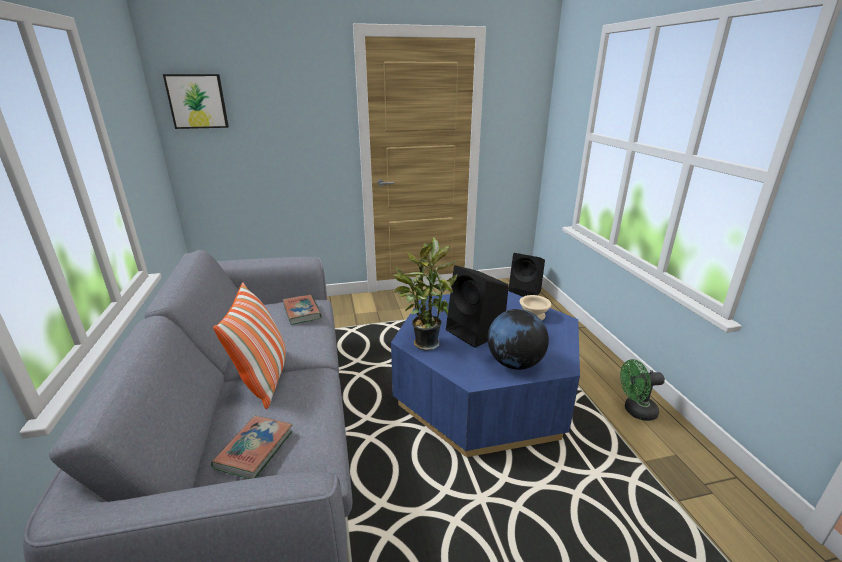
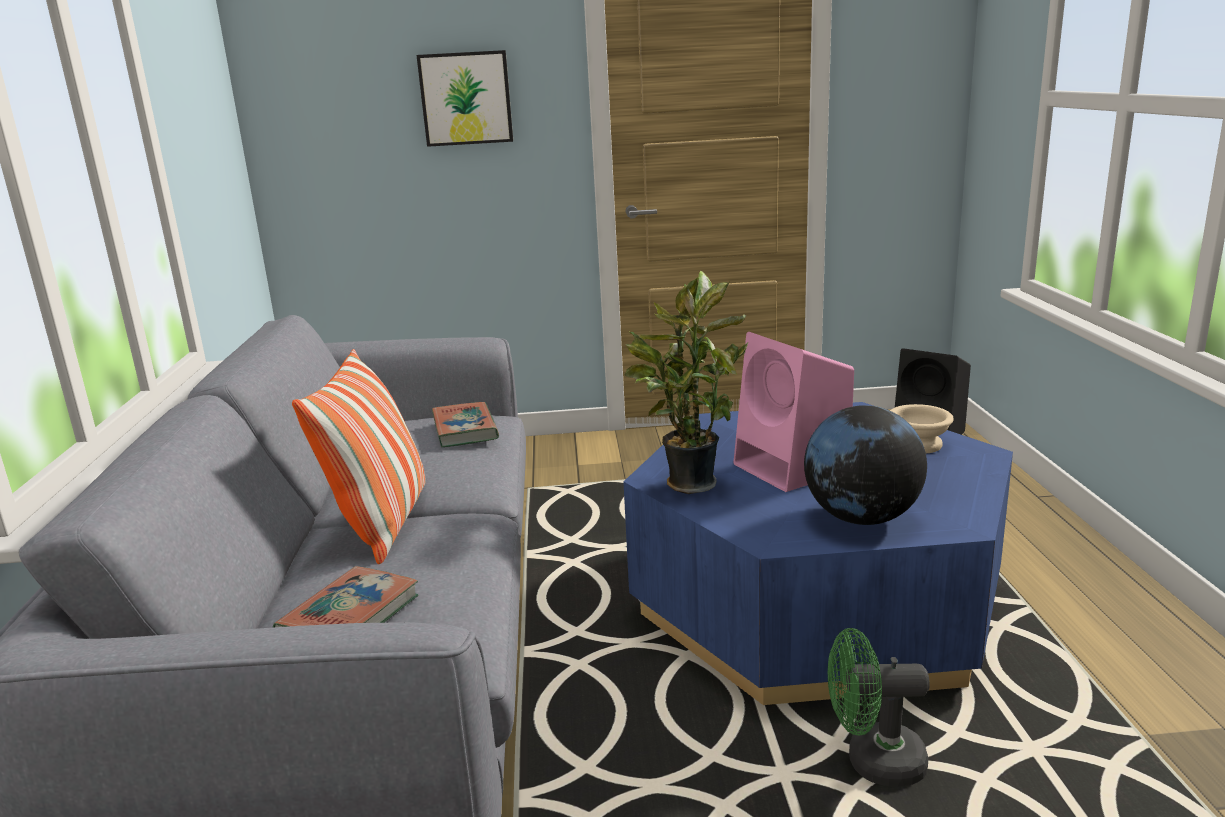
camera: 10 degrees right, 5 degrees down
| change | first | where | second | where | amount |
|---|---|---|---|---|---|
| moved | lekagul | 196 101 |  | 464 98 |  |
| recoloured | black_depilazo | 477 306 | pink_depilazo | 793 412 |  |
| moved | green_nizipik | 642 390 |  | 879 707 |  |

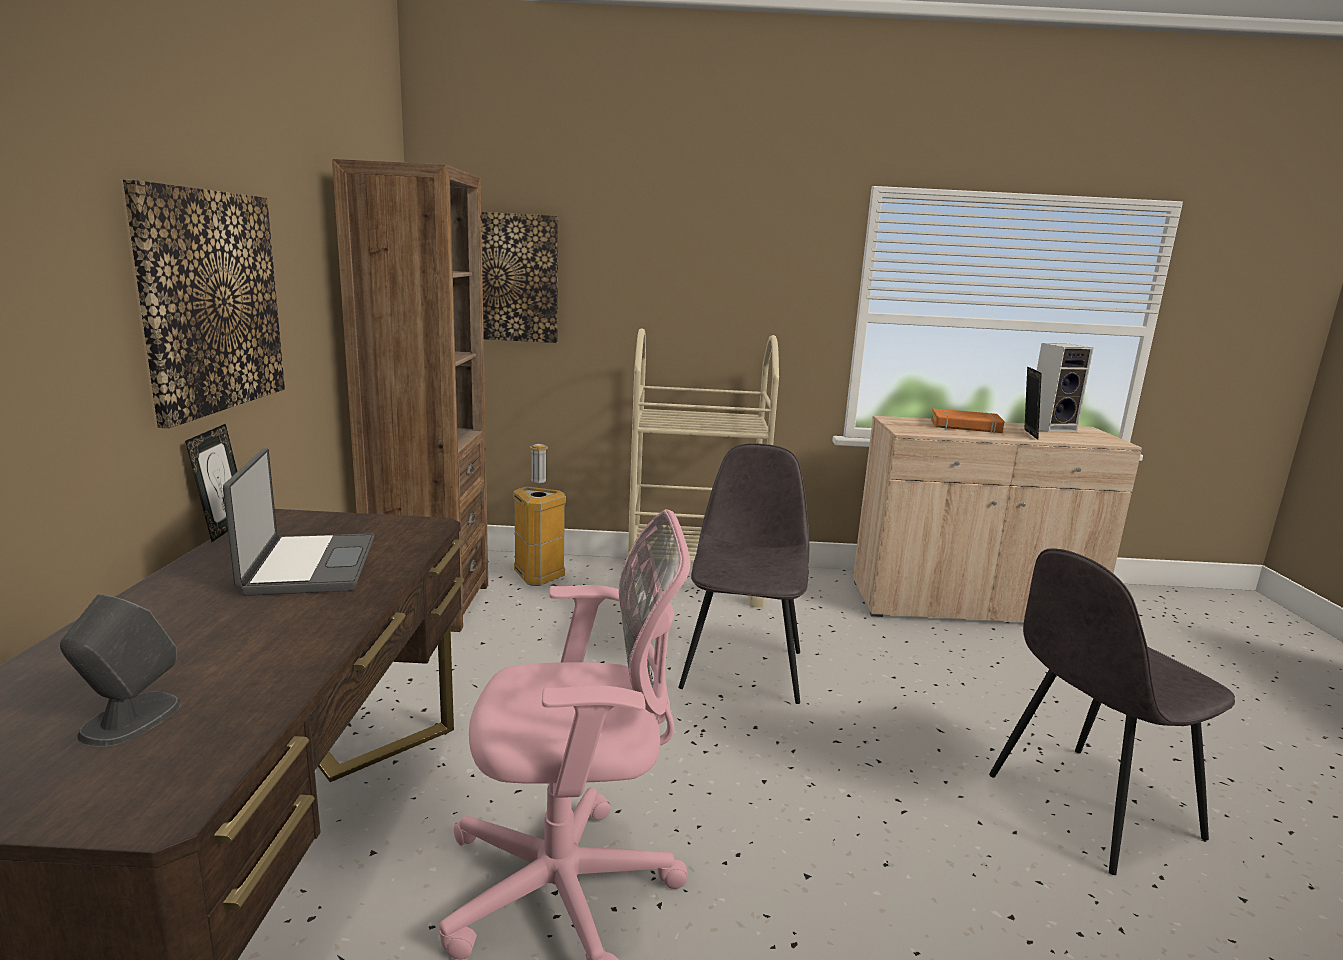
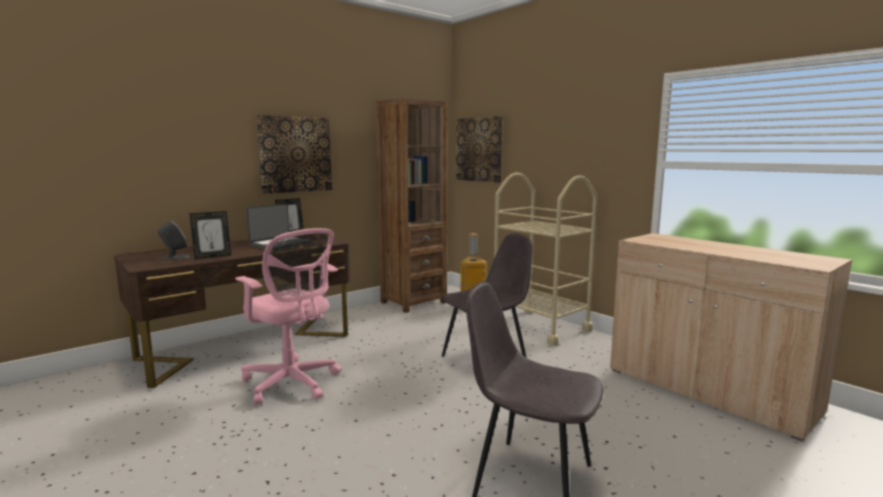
camera: 50 degrees right, 5 degrees down
| change | first | where | second | where | amount |
|---|---|---|---|---|---|
| moved | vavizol | 1033 403 |  | 210 235 |  |
| removed | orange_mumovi | 968 420 |  |  |  |
| removed | depilazo | 1065 387 |  |  |  |

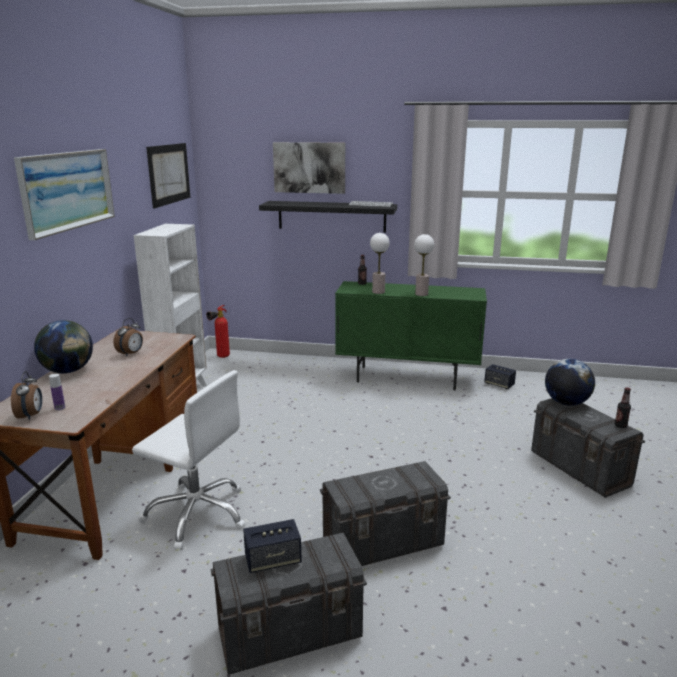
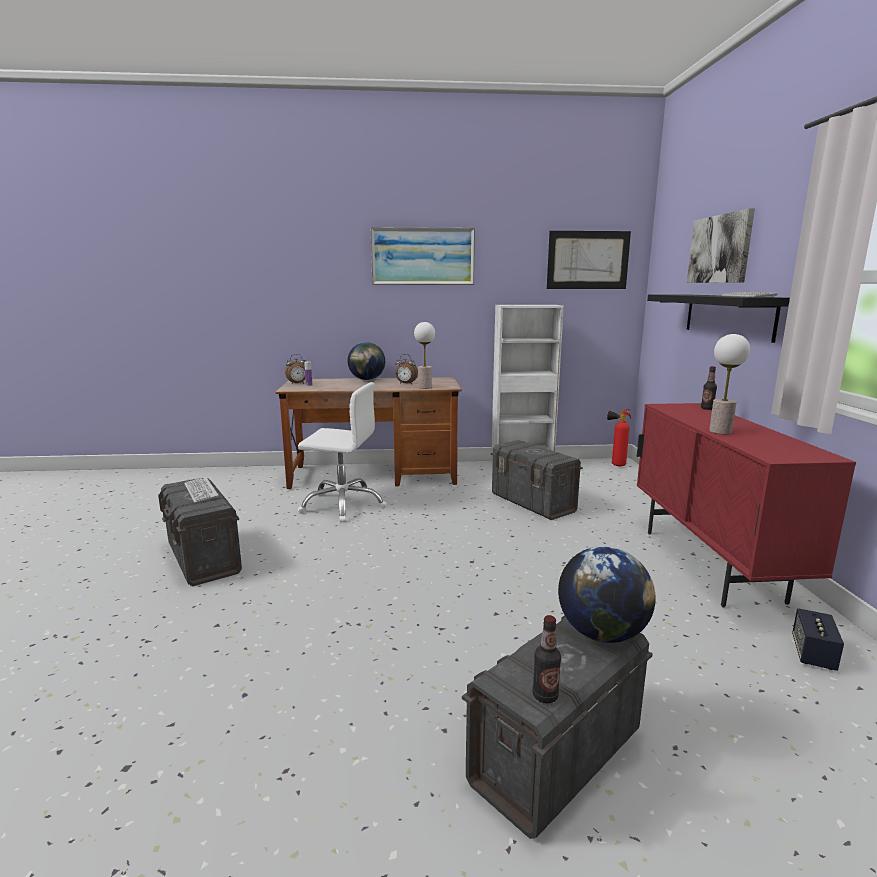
camera: 75 degrees right, 5 degrees down
| change | first | where | second | where | amount |
|---|---|---|---|---|---|
| replaced | depilazo | 272 546 | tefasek | 201 490 |  |
| turned | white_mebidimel | 188 460 |  | 342 452 | 90 degrees counterclockwise |
| moved | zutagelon | 380 263 |  | 424 355 |  |
| moved | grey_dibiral | 385 513 |  | 537 480 |  |
| recoloured | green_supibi | 411 335 | red_supibi | 746 505 |  |

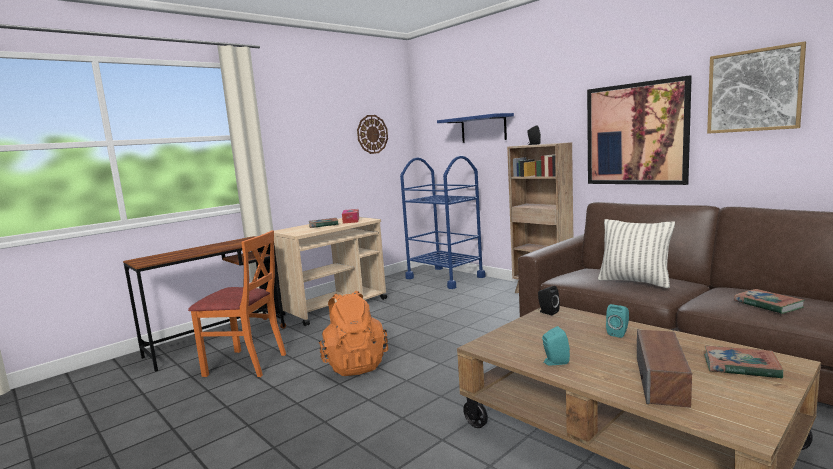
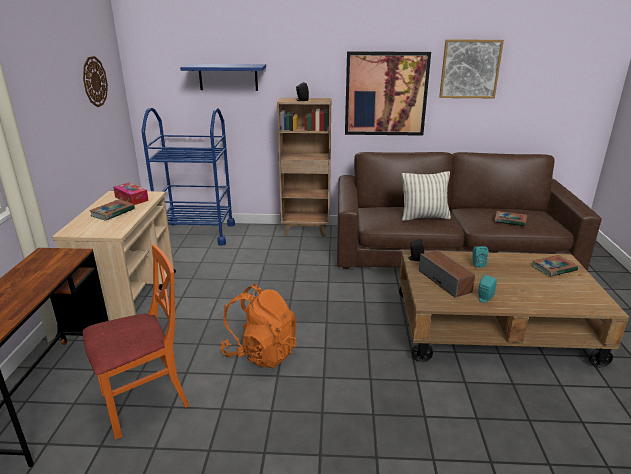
camera: 45 degrees left, 15 degrees up
| change | first | where | second | where | amount |
|---|---|---|---|---|---|
| moved | depilazo | 664 368 |  | 447 274 |  |

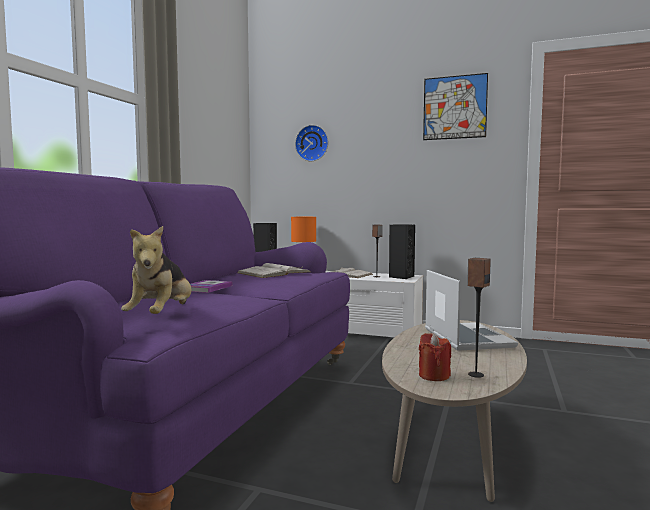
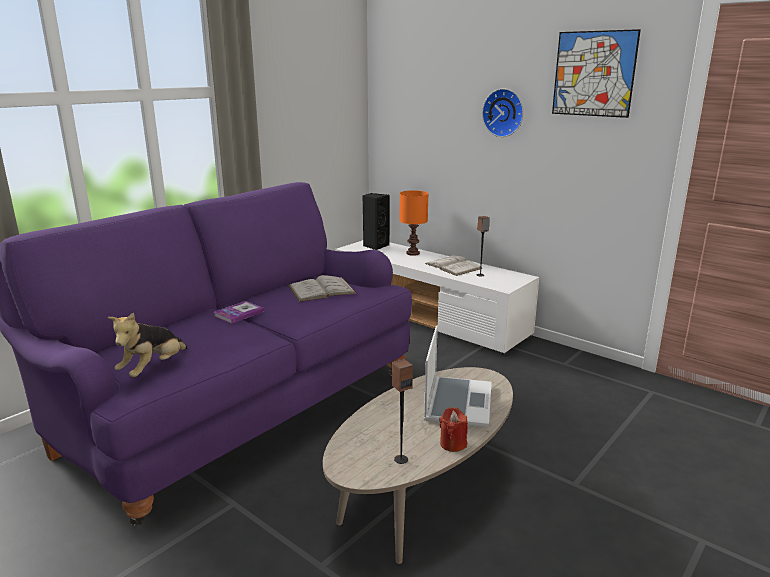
camera: 20 degrees right, 15 degrees up
| change | first | where | second | where | amount |
|---|---|---|---|---|---|
| moved | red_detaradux | 435 357 |  | 453 429 |  |
| moved | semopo | 311 143 |  | 503 113 |  |
| removed | black_depilazo | 402 251 |  |  |  |

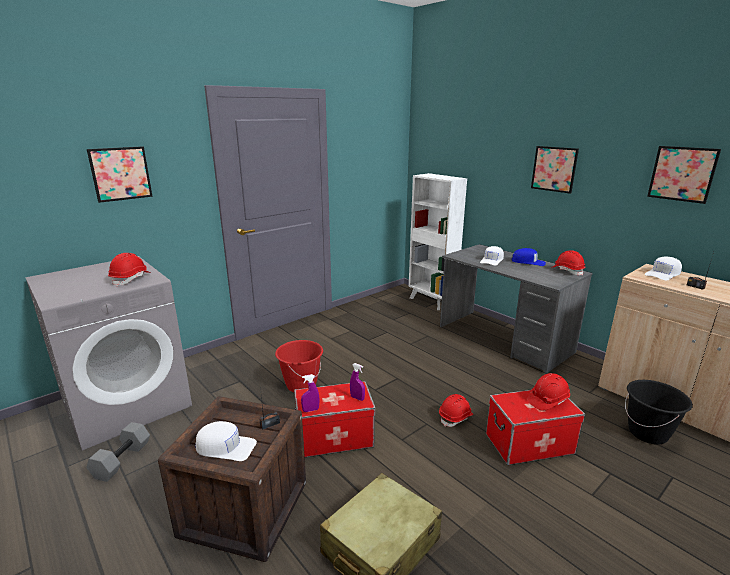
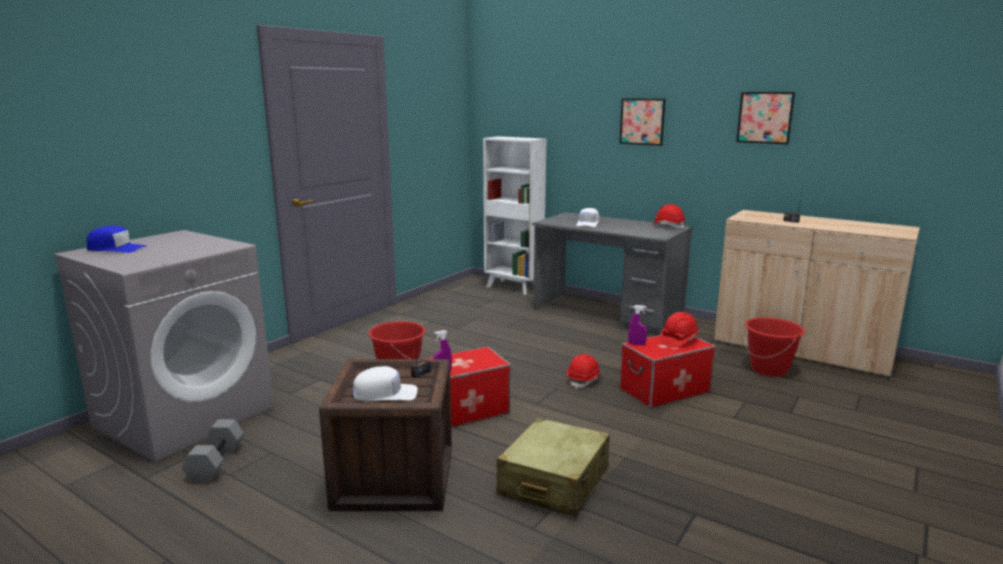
camera: 15 degrees left, 5 degrees down
| change | first | where | second | where | amount |
|---|---|---|---|---|---|
| moved | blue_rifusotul | 528 257 |  | 117 239 |  |
| moved | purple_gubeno | 357 382 |  | 637 325 |  |
| recoloured | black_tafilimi | 659 412 | red_tafilimi | 775 347 |  |
| removed | lekagul | 120 174 |  |  |  |
| removed | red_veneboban | 129 270 |  |  |  |
| removed | white_rifusotul | 663 268 |  |  |  |

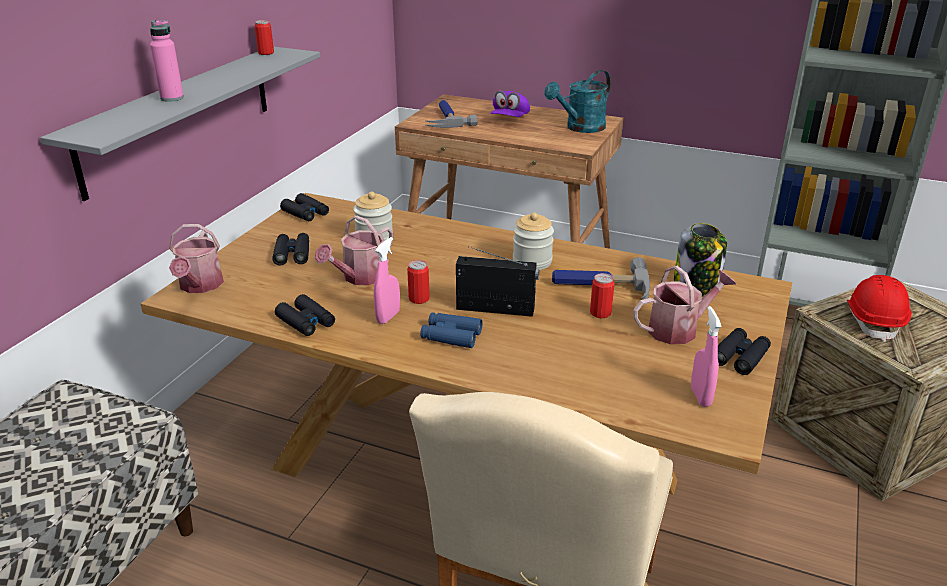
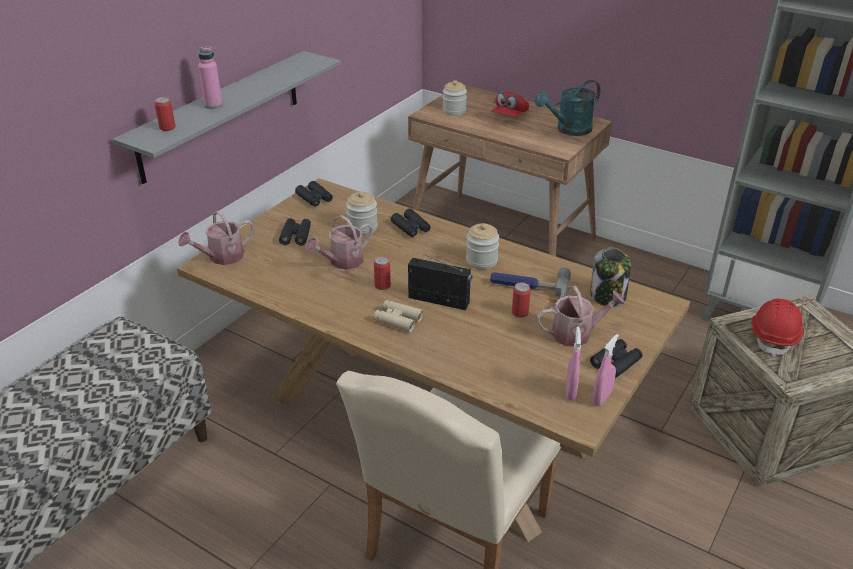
camera: 10 degrees right, 5 degrees up
| change | first | where | second | where | amount |
|---|---|---|---|---|---|
| moved | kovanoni | 264 37 |  | 165 114 |  |
| turned | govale | 196 258 |  | 216 238 | 45 degrees clockwise |
| recoloured | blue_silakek | 451 330 | beige_silakek | 398 316 |  |
| moved | black_silakek | 305 315 |  | 411 223 |  |
| replaced | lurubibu | 451 114 | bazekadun | 455 98 |  |
| recoloured | purple_rifusotul | 510 104 | red_rifusotul | 510 104 |  |
| moved | pink_gubeno | 387 280 |  | 605 370 |  |

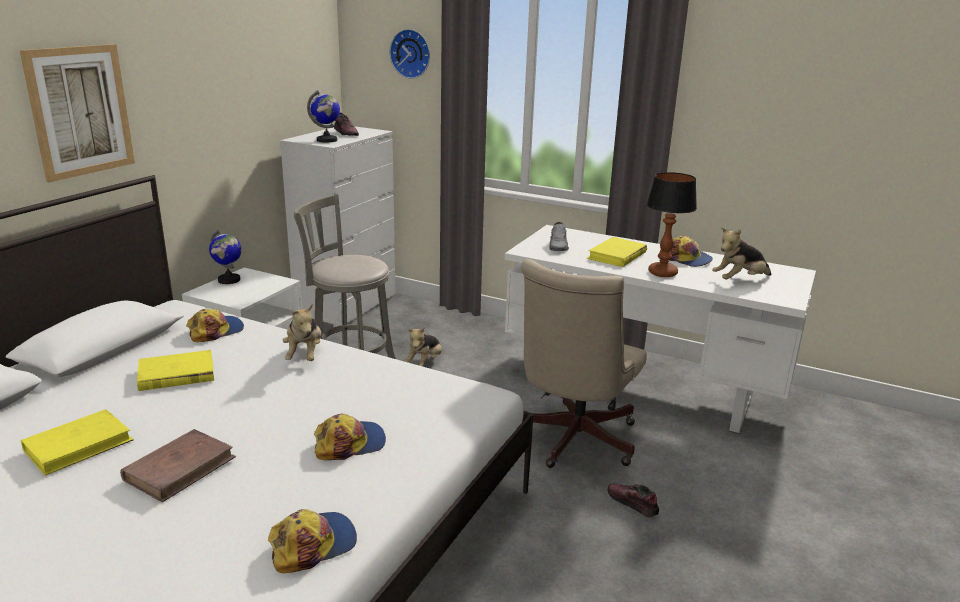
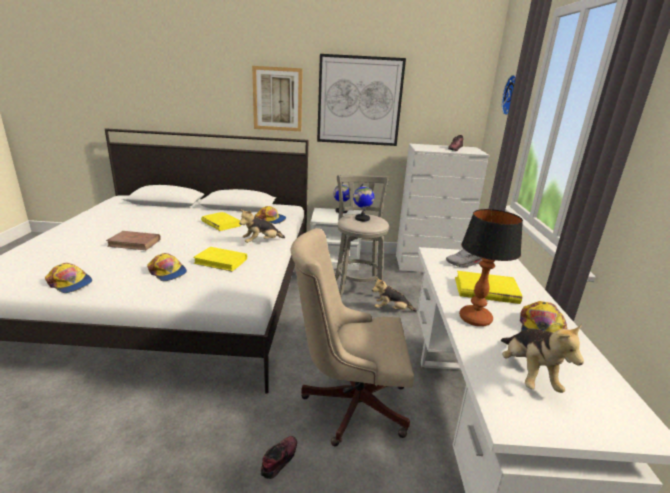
camera: 65 degrees right, 0 degrees up
| change | first | where | second | where | amount |
|---|---|---|---|---|---|
| moved | yellow_mumovi | 77 442 |  | 220 259 |  |
| added |  |  | lekagul | 361 100 |  |
| moved | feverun | 323 116 |  | 363 202 |  |
| turned | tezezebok | 741 253 |  | 542 358 | 135 degrees counterclockwise |

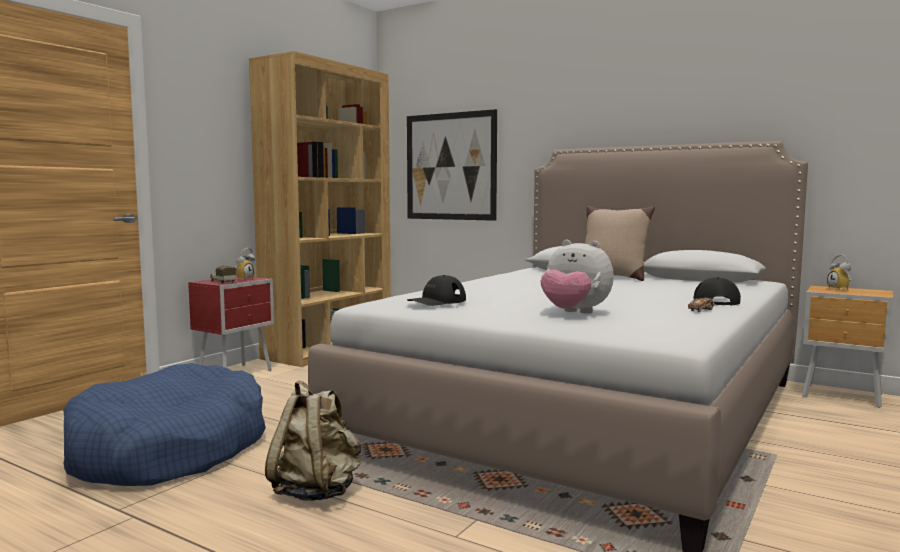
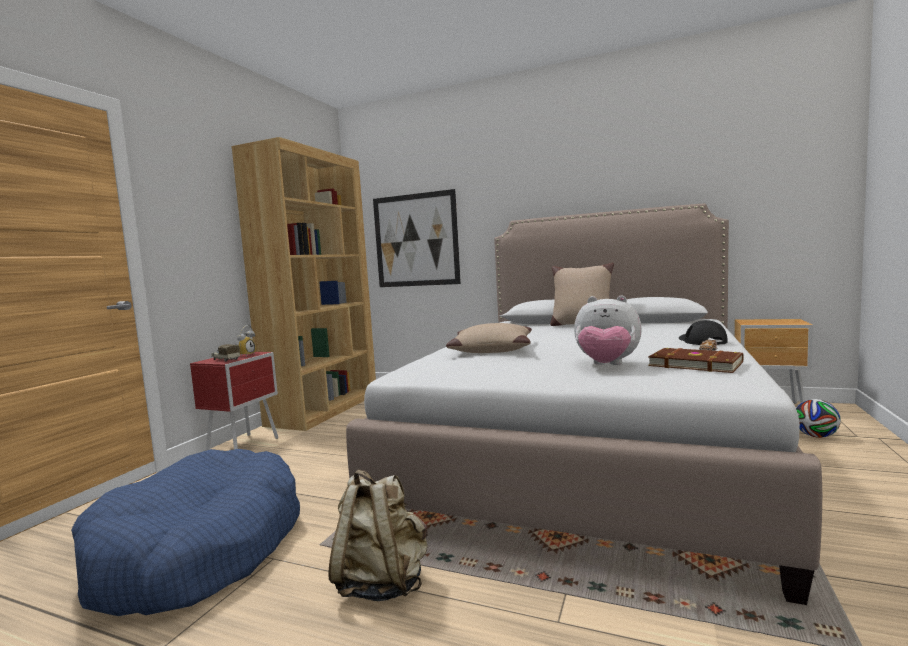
camera: 10 degrees left, 0 degrees up
| change | first | where | second | where | amount |
|---|---|---|---|---|---|
| added |  |  | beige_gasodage | 489 338 |  |
| added |  |  | brown_mumovi | 695 360 |  |
| added |  |  | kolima | 818 418 |  |
| removed | black_rifusotul | 436 290 |  |  |  |
| removed | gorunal | 839 272 |  |  |  |

